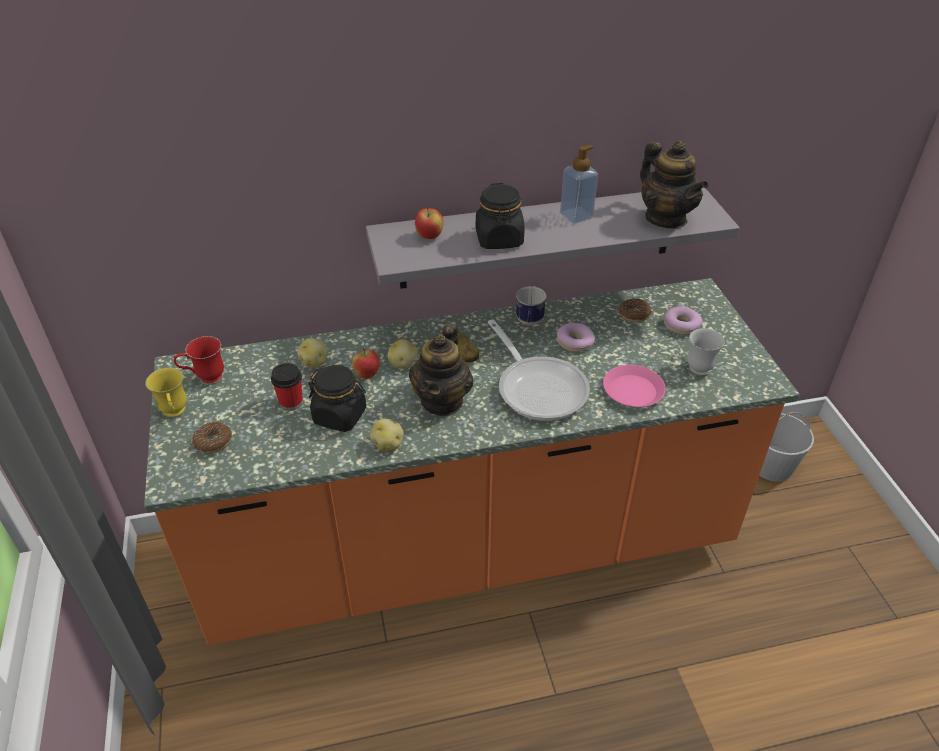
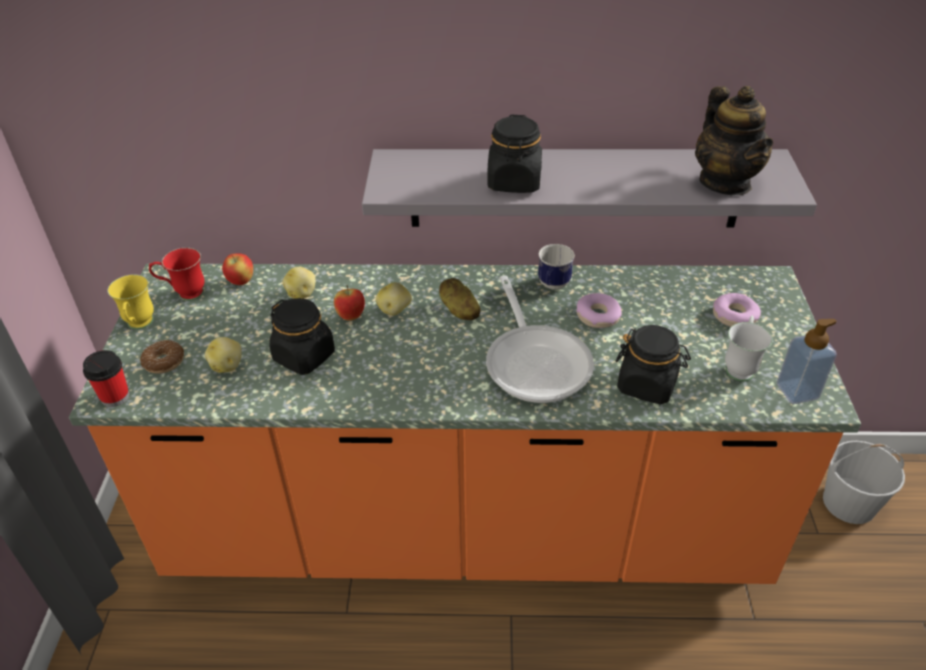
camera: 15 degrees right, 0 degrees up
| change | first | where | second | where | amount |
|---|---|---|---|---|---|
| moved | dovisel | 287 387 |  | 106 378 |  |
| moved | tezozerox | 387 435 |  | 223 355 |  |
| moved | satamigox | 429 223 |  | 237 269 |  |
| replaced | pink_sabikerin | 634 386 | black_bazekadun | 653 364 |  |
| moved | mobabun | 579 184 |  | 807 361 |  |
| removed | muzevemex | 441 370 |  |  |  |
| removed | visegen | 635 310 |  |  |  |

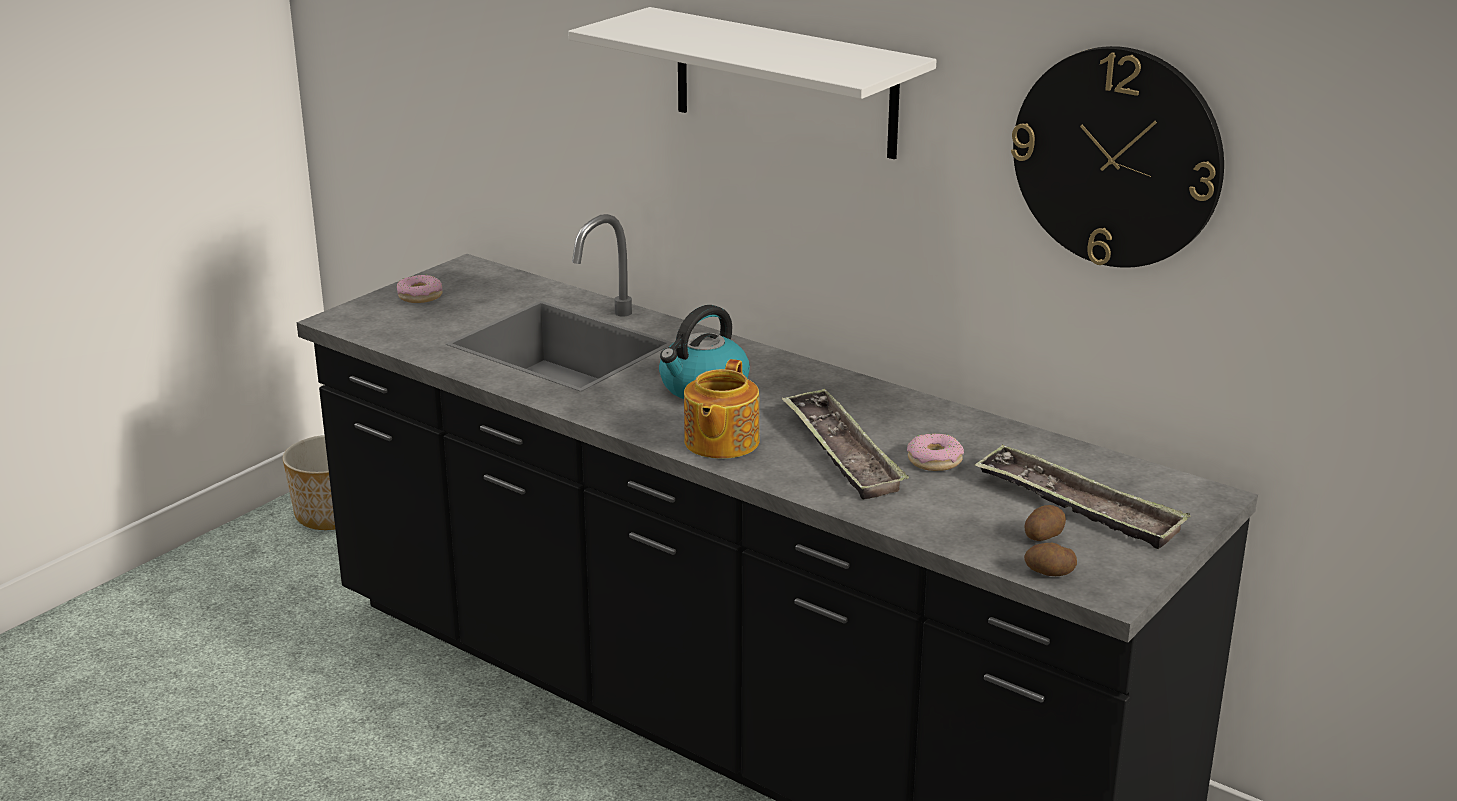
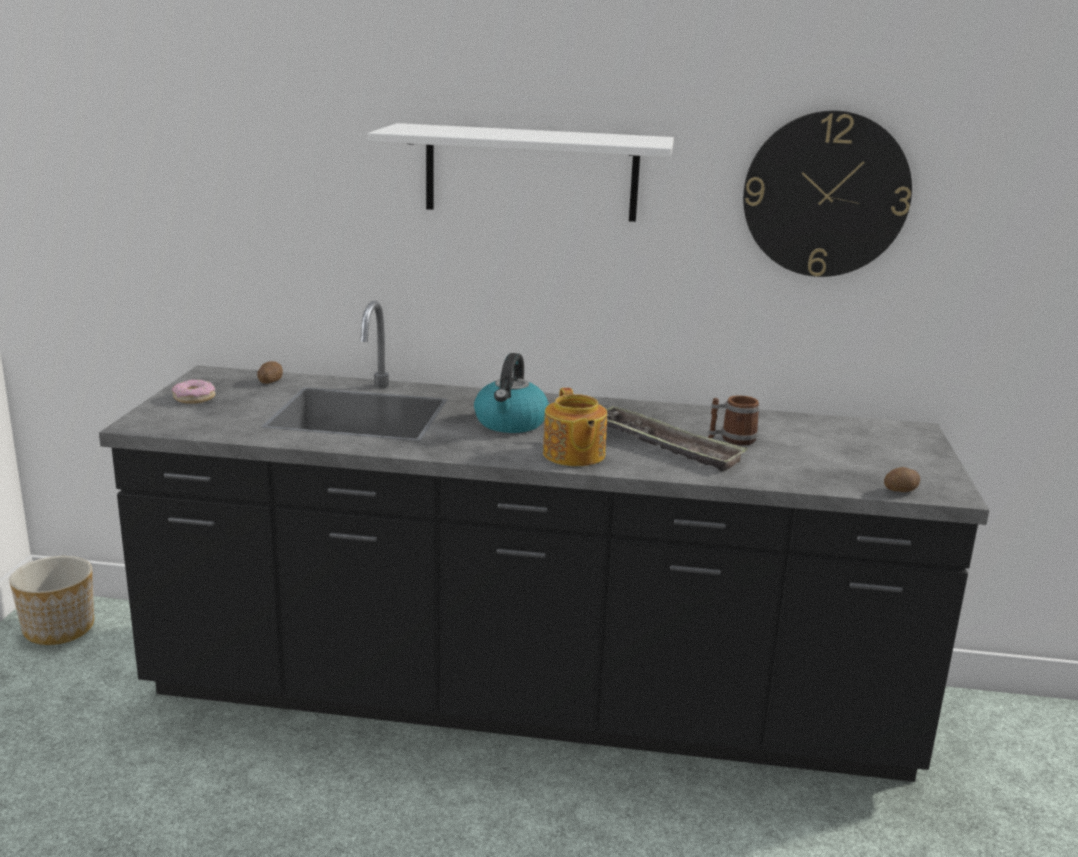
camera: 30 degrees left, 5 degrees down
| change | first | where | second | where | amount |
|---|---|---|---|---|---|
| moved | tezozerox | 1045 523 |  | 270 372 |  |
| replaced | visegen | 935 452 | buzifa | 733 420 |  |
| removed | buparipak | 1082 496 |  |  |  |

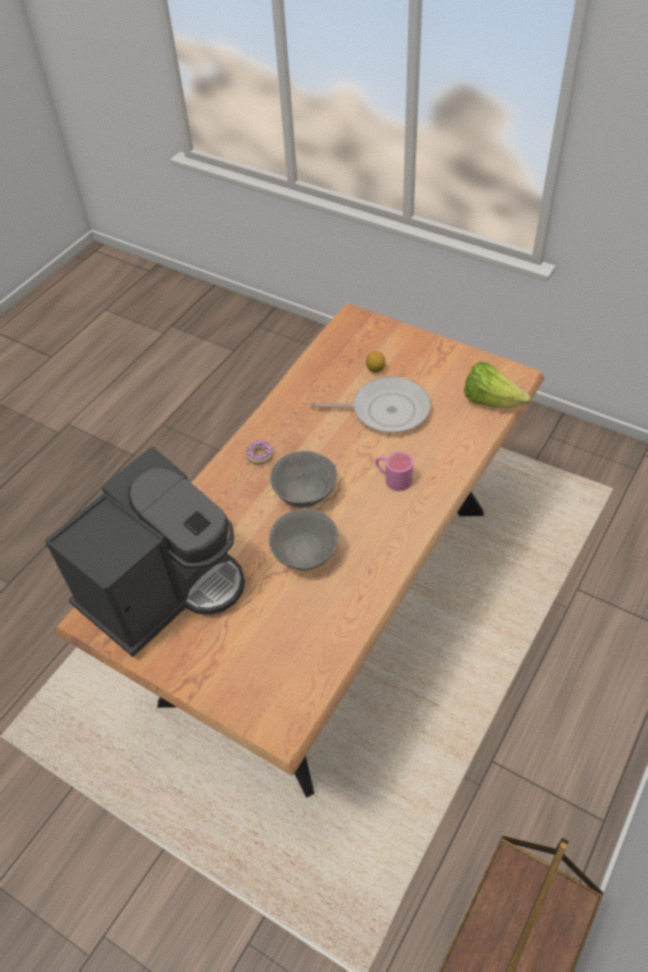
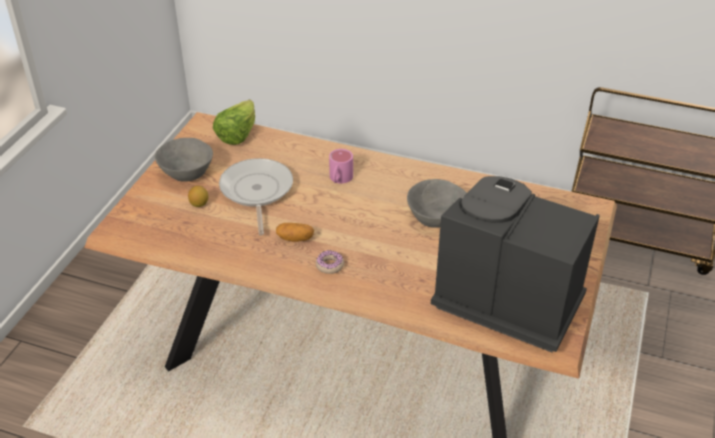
camera: 105 degrees left, 10 degrees down
| change | first | where | second | where | amount |
|---|---|---|---|---|---|
| moved | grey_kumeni | 303 479 |  | 184 160 |  |
| added |  |  | tezozerox | 295 232 |  |

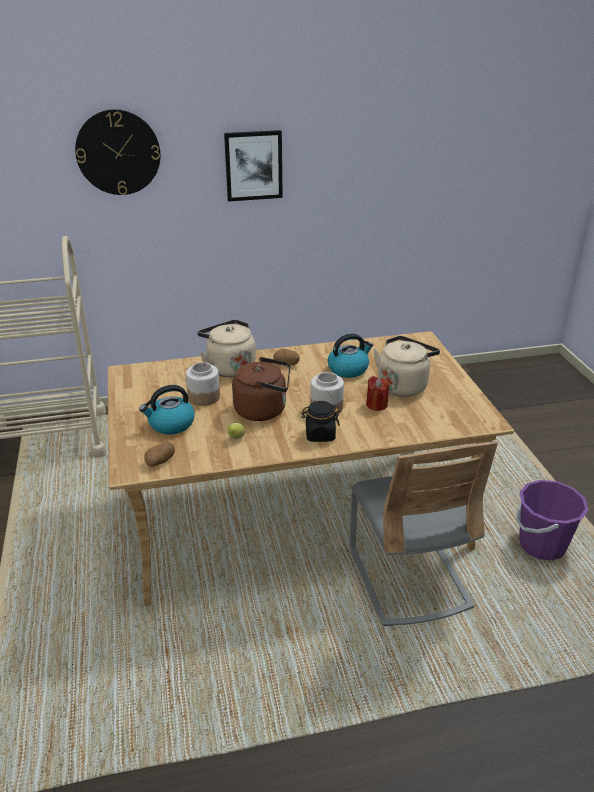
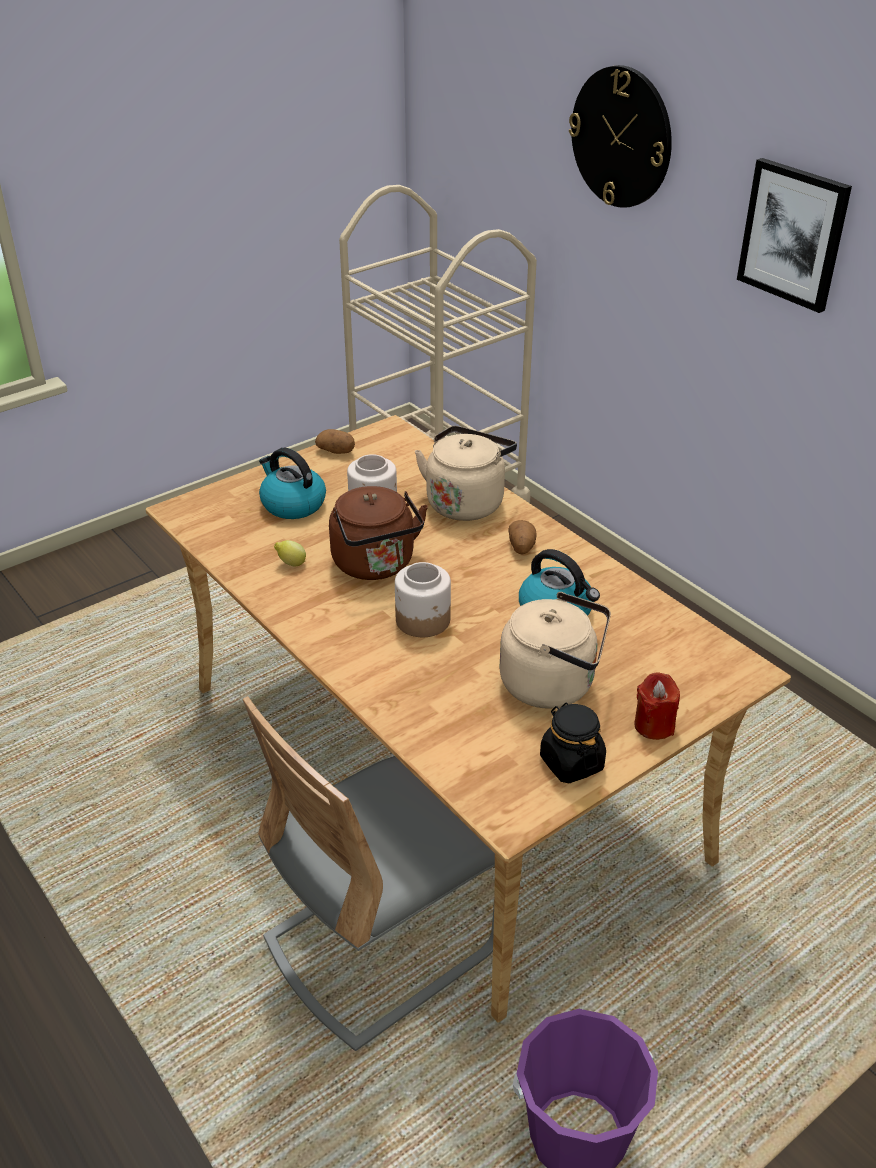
camera: 65 degrees right, 5 degrees up
| change | first | where | second | where | amount |
|---|---|---|---|---|---|
| moved | tezozerox | 159 454 |  | 335 441 |  |
| moved | black_bazekadun | 320 421 |  | 573 743 |  |
| moved | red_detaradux | 377 393 |  | 657 706 |  |

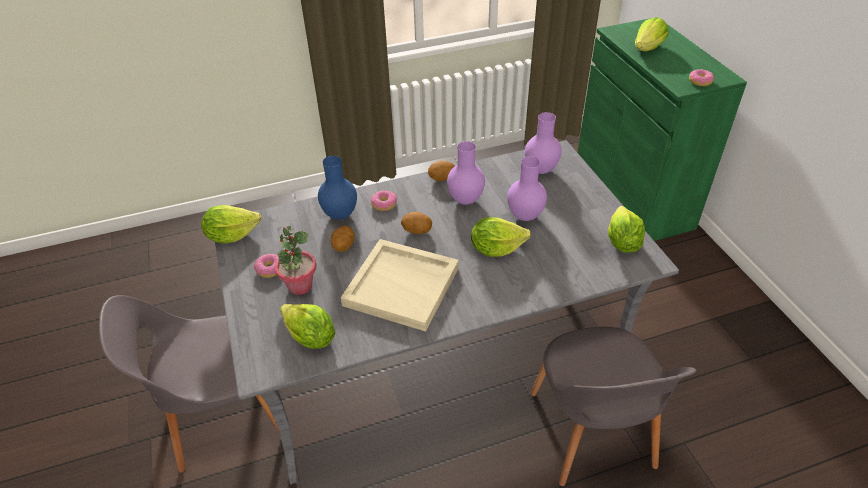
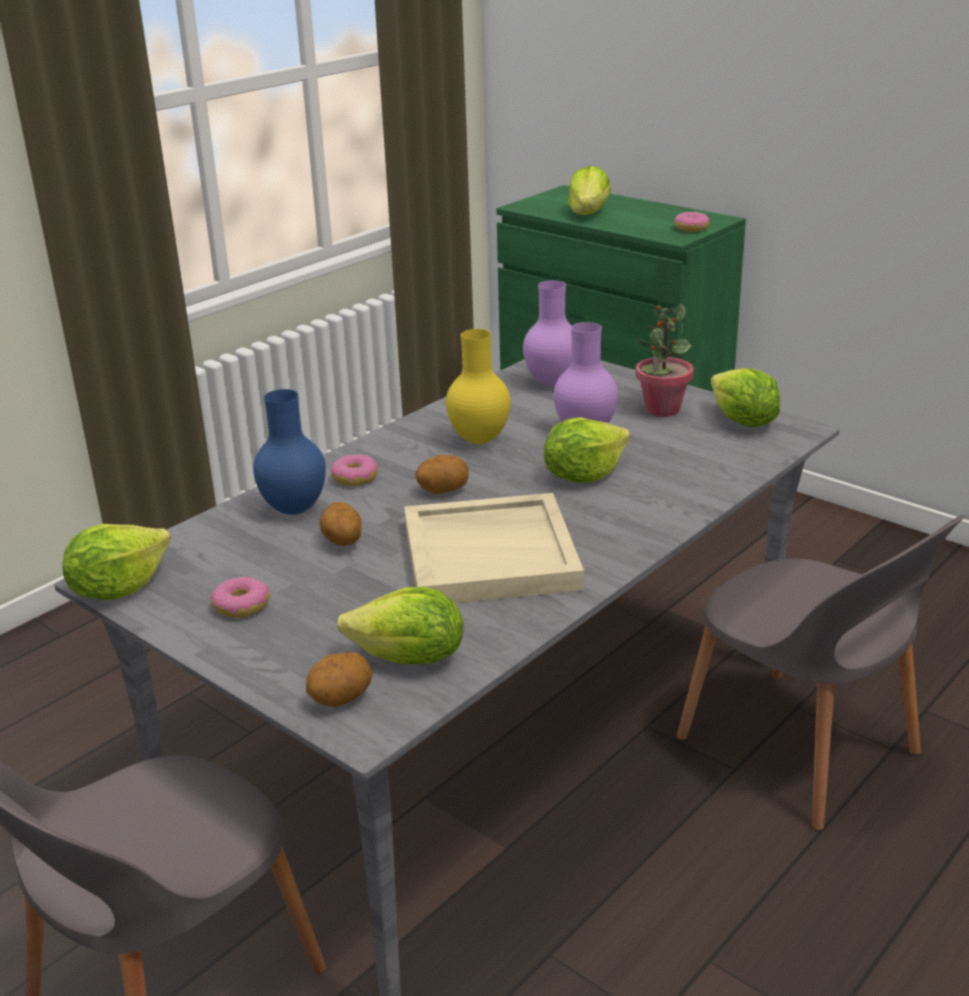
camera: 30 degrees left, 15 degrees down
| change | first | where | second | where | amount |
|---|---|---|---|---|---|
| moved | tezozerox | 441 171 |  | 339 679 |  |
| recoloured | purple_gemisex | 466 173 | yellow_gemisex | 478 386 |  |
| moved | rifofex | 295 260 |  | 664 360 |  |

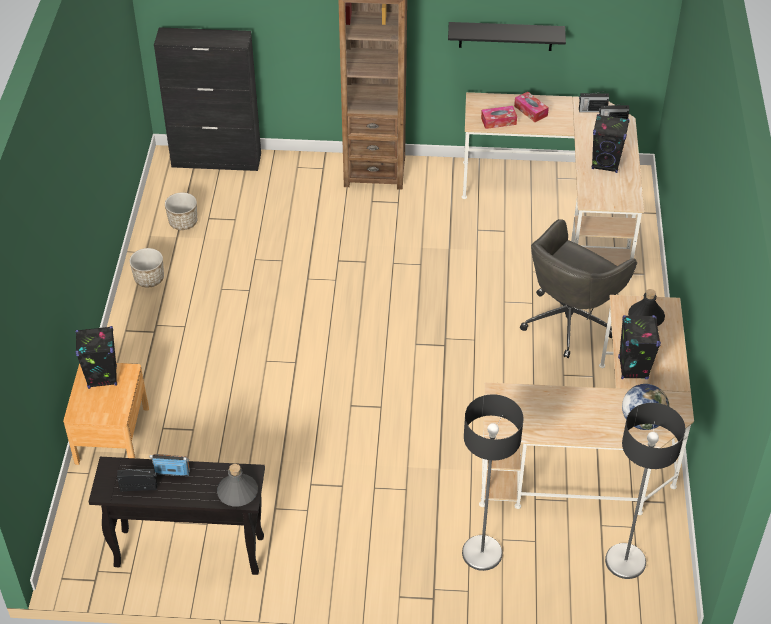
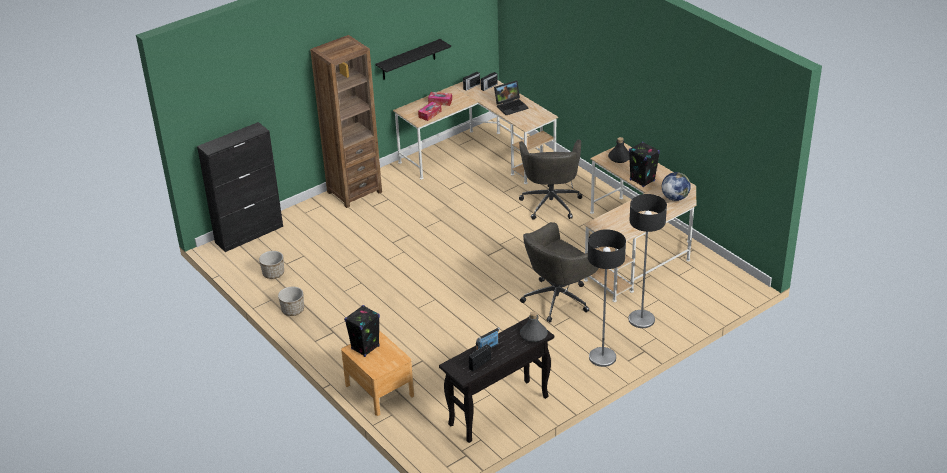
camera: 40 degrees left, 10 degrees down
| change | first | where | second | where | amount |
|---|---|---|---|---|---|
| replaced | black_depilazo | 611 143 | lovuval | 511 97 |  |
| added |  |  | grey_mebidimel | 560 272 |  |
| moved | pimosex | 645 491 |  | 607 298 |  |

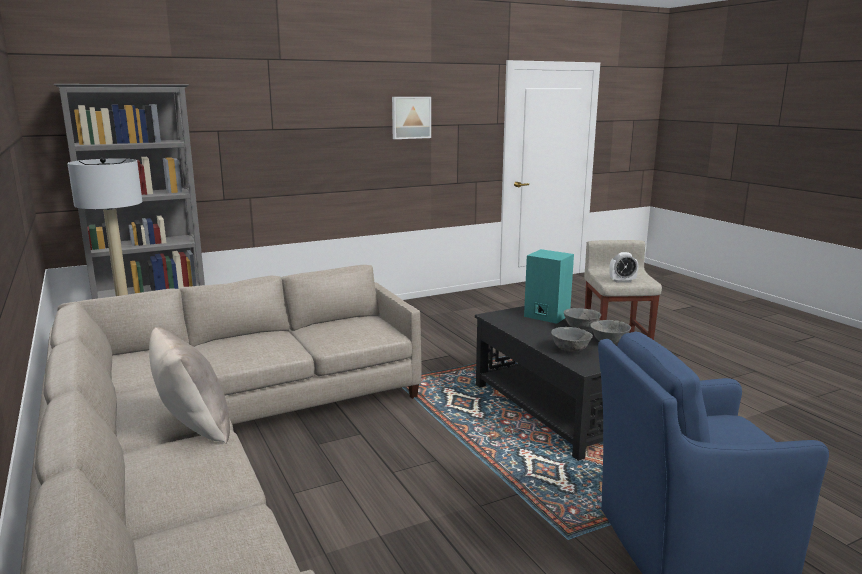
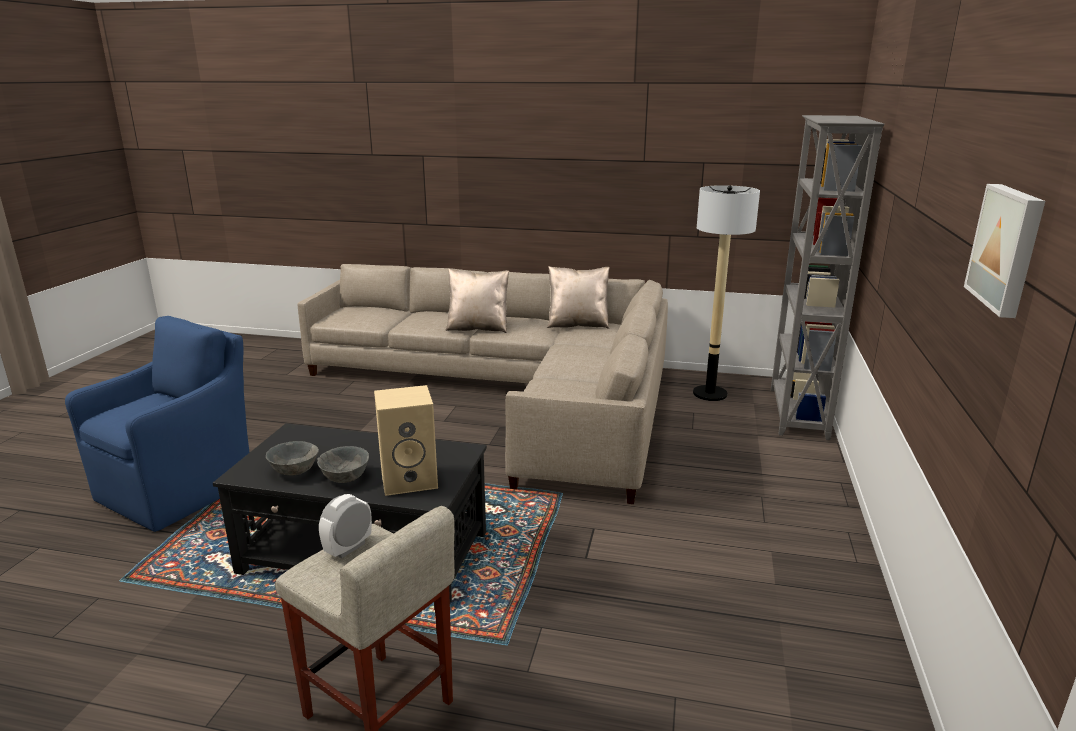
camera: 130 degrees right, 5 degrees up
| change | first | where | second | where | amount |
|---|---|---|---|---|---|
| recoloured | turquoise_depilazo | 549 286 | beige_depilazo | 406 440 |  |
| added |  |  | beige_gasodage | 578 297 |  |
| removed | grey_kumeni | 572 339 |  |  |  |

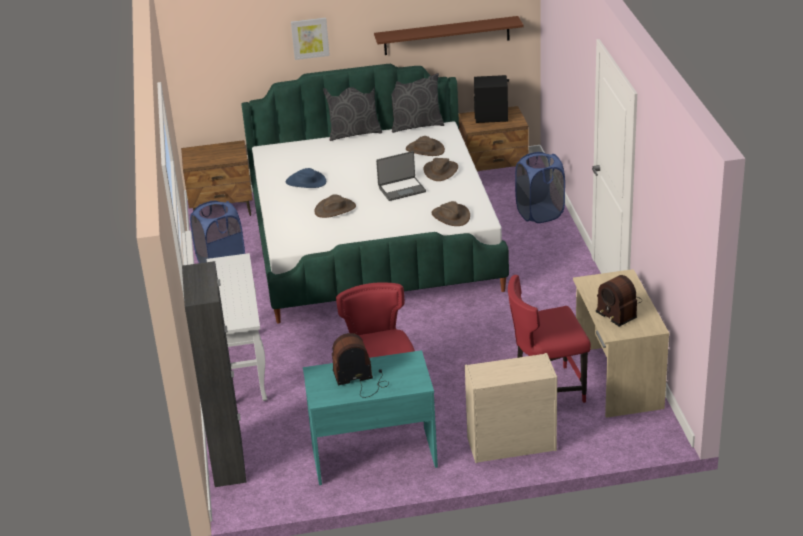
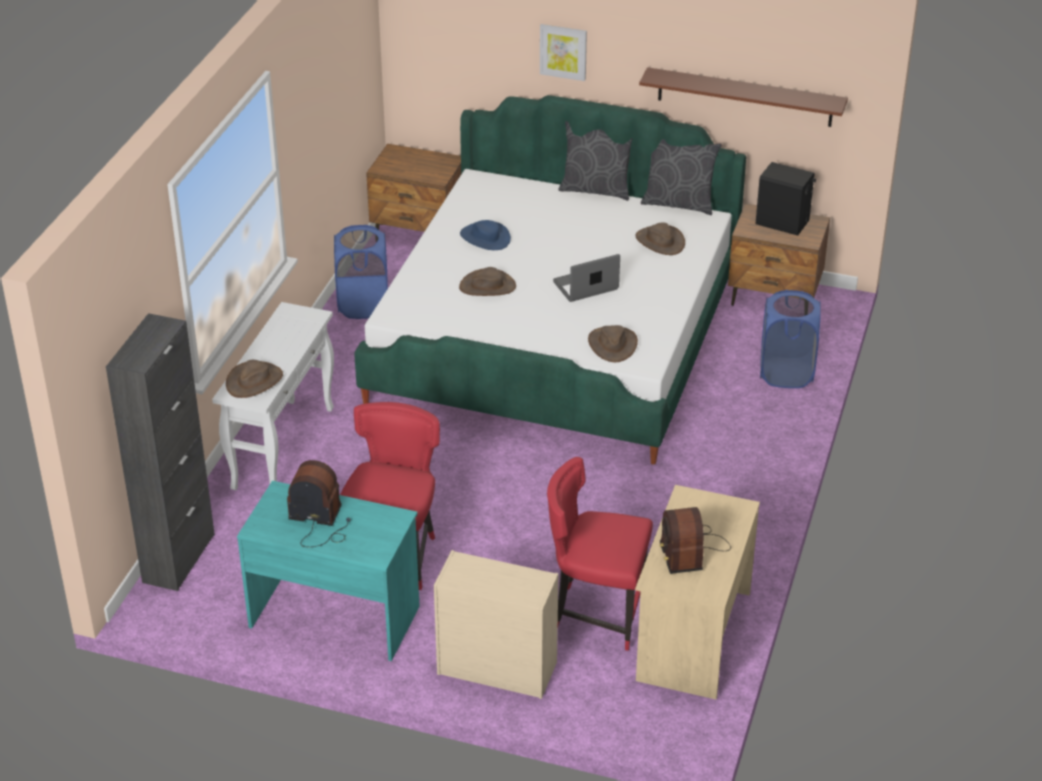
camera: 25 degrees right, 5 degrees up
| change | first | where | second | where | amount |
|---|---|---|---|---|---|
| moved | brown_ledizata | 441 169 |  | 254 379 |  |
| turned | lovuval | 401 176 |  | 586 278 | 150 degrees clockwise |

